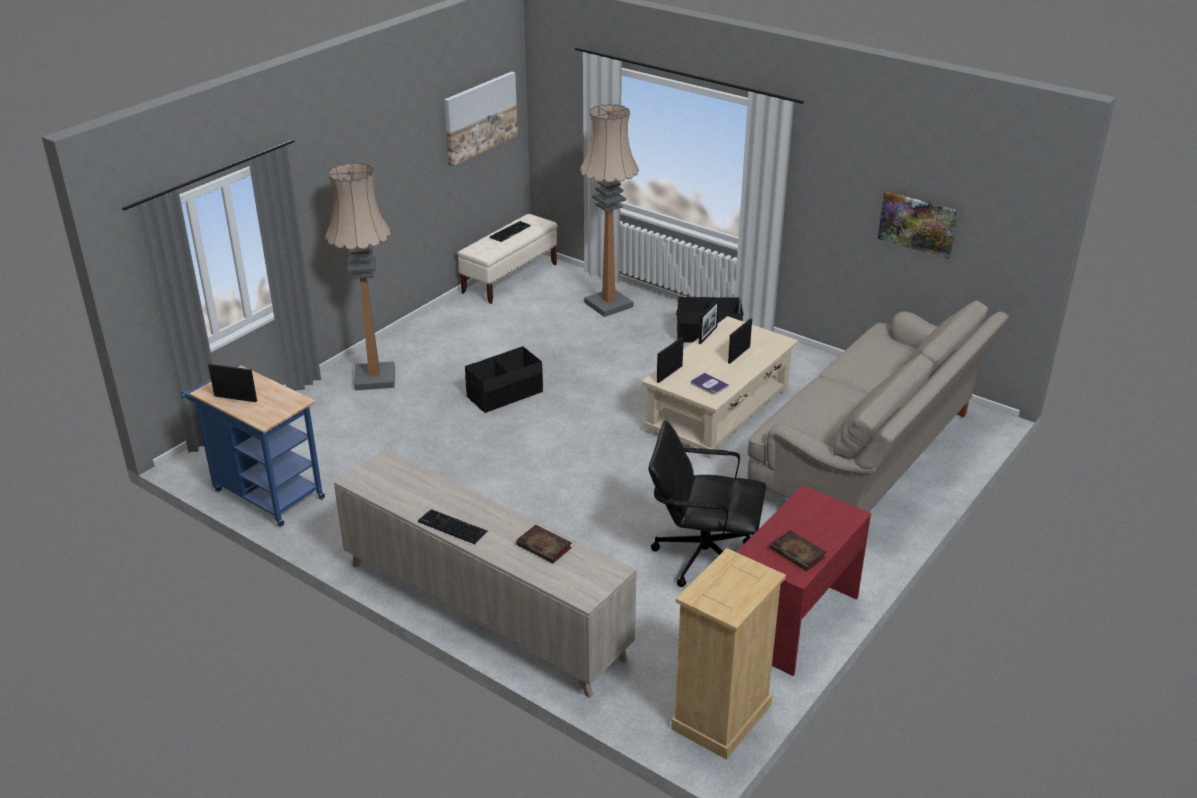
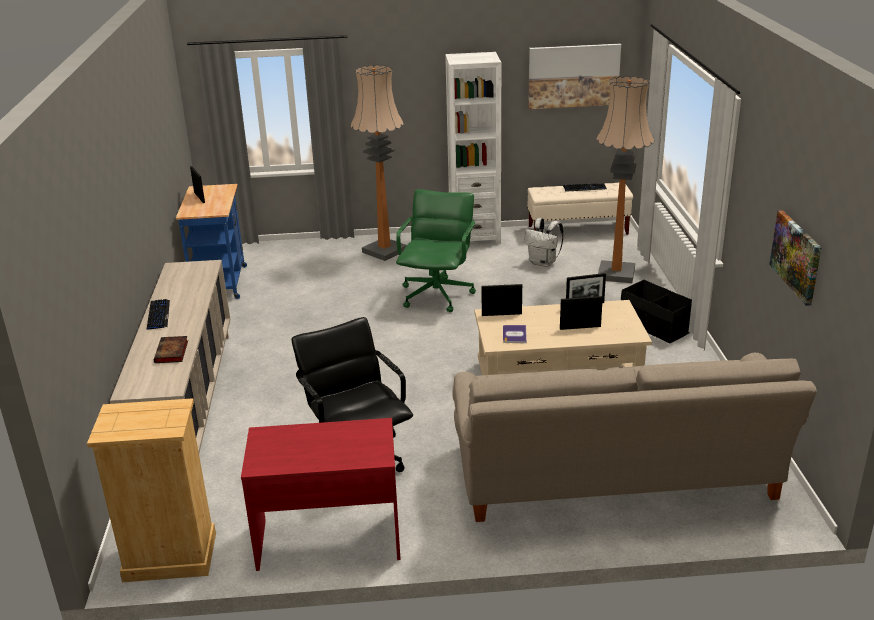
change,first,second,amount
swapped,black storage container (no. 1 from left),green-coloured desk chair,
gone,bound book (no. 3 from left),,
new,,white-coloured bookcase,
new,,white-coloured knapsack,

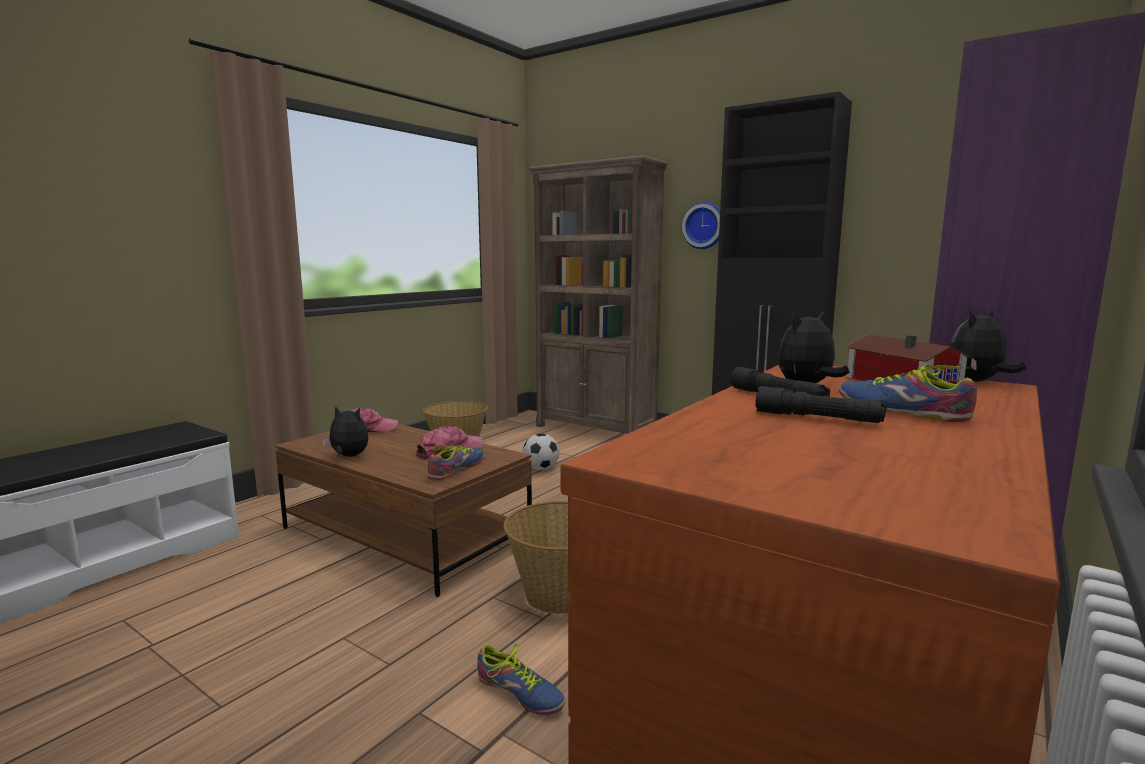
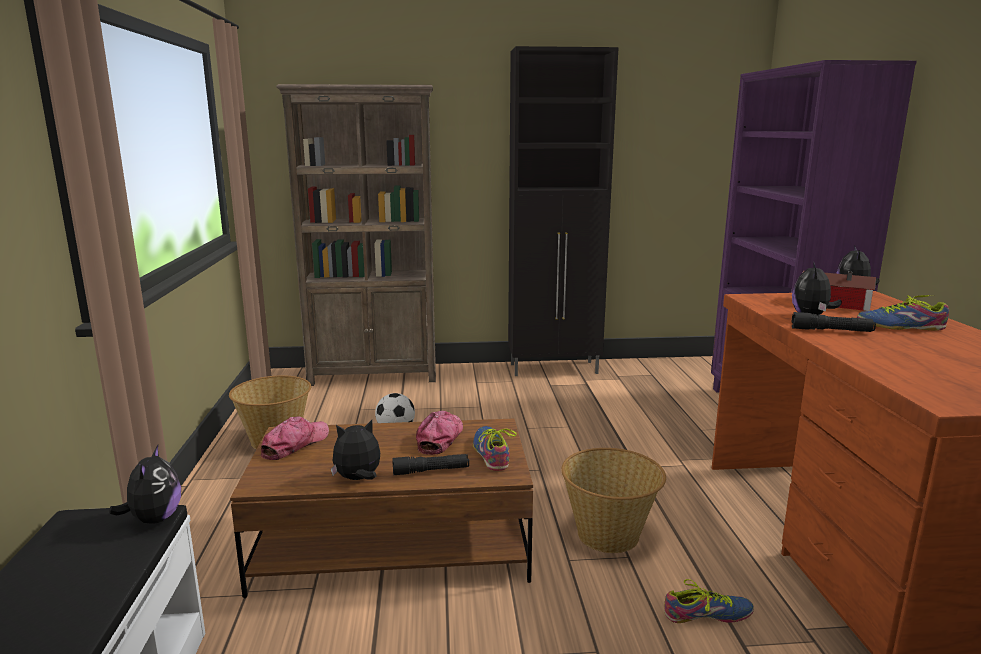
change,first,second,amount
gone,wall clock,,
shifted,black flashlight (no. 2 from left in the first image),black flashlight (no. 1 from left),
new,,cuddly toy (no. 1 from left),

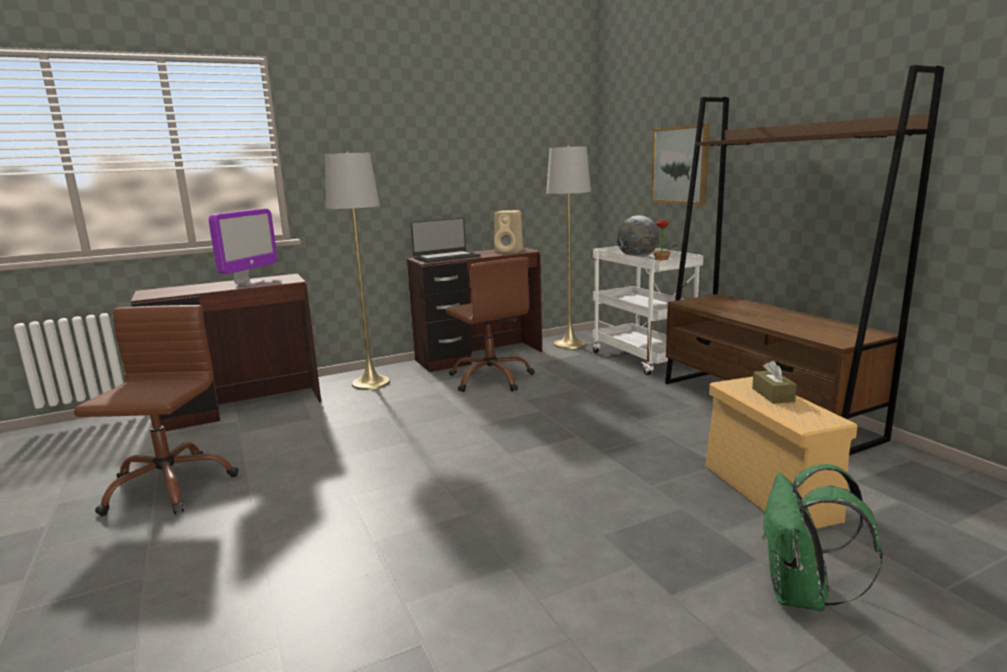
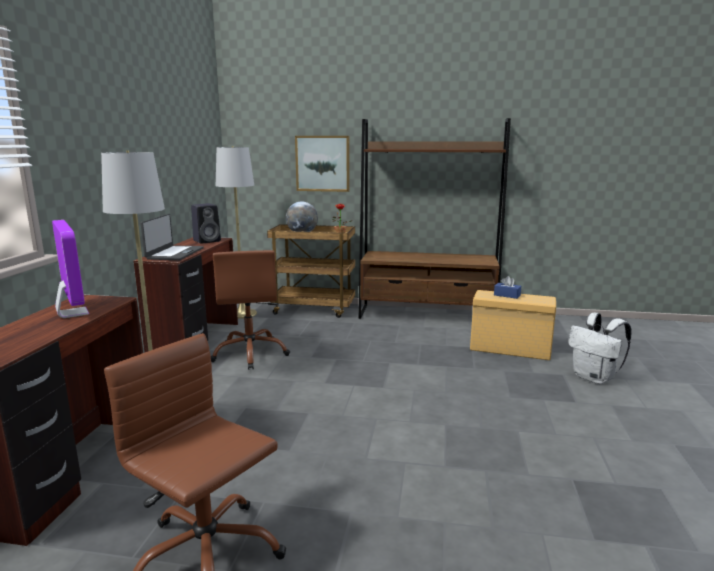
change,first,second,amount
rotated,brown-coloured desk chair (no. 2 from left),,75 degrees clockwise
repainted,sand-coloured audio speaker,black audio speaker,
repainted,white-coloured cart,brown-coloured cart,
repainted,brown-coloured tissue holder,blue tissue holder,
repainted,green-coloured knapsack,white-coloured knapsack,

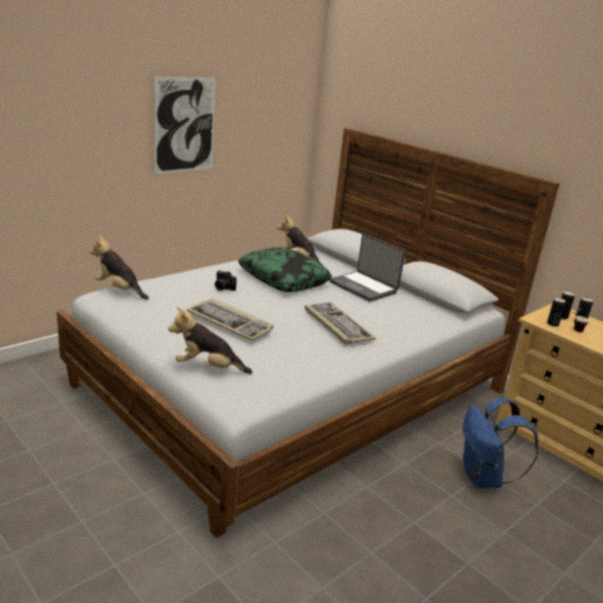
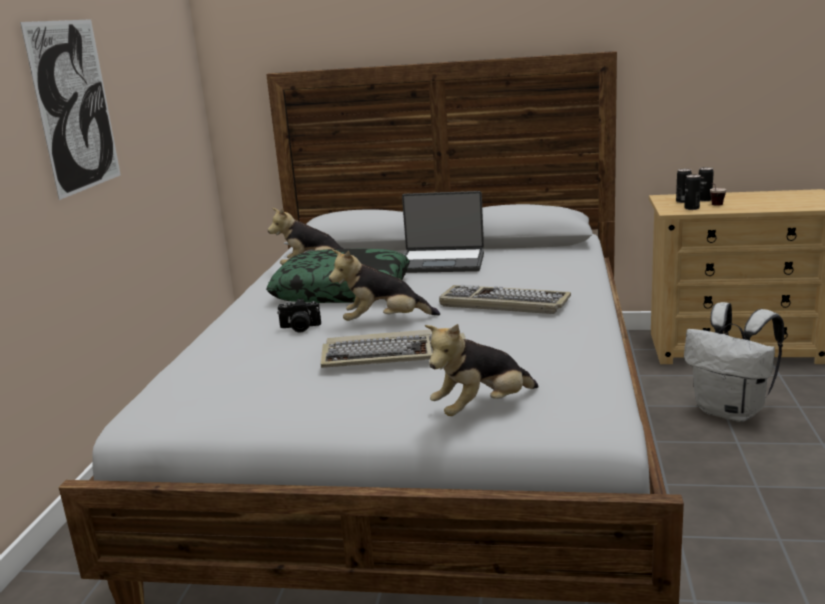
change,first,second,amount
shifted,cuddly toy (no. 1 from left in the first image),cuddly toy (no. 2 from left),
repainted,blue knapsack,white-coloured knapsack,

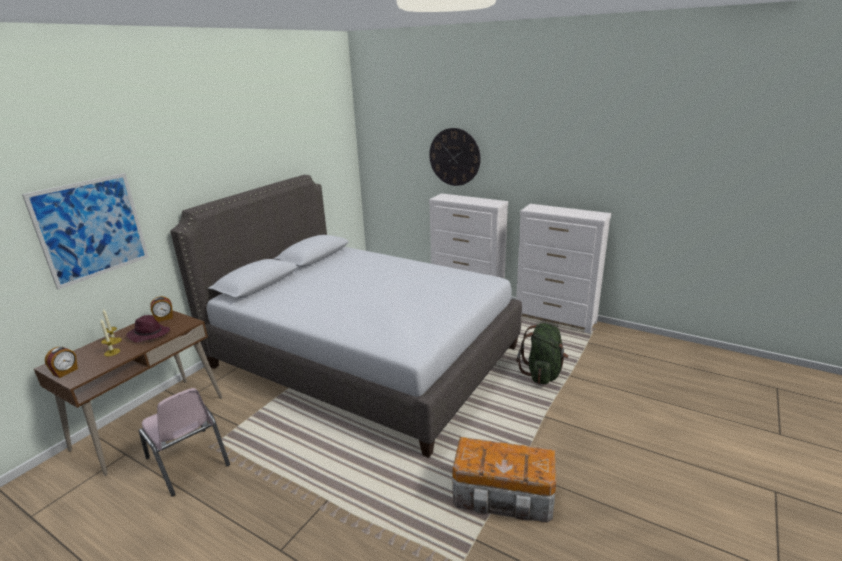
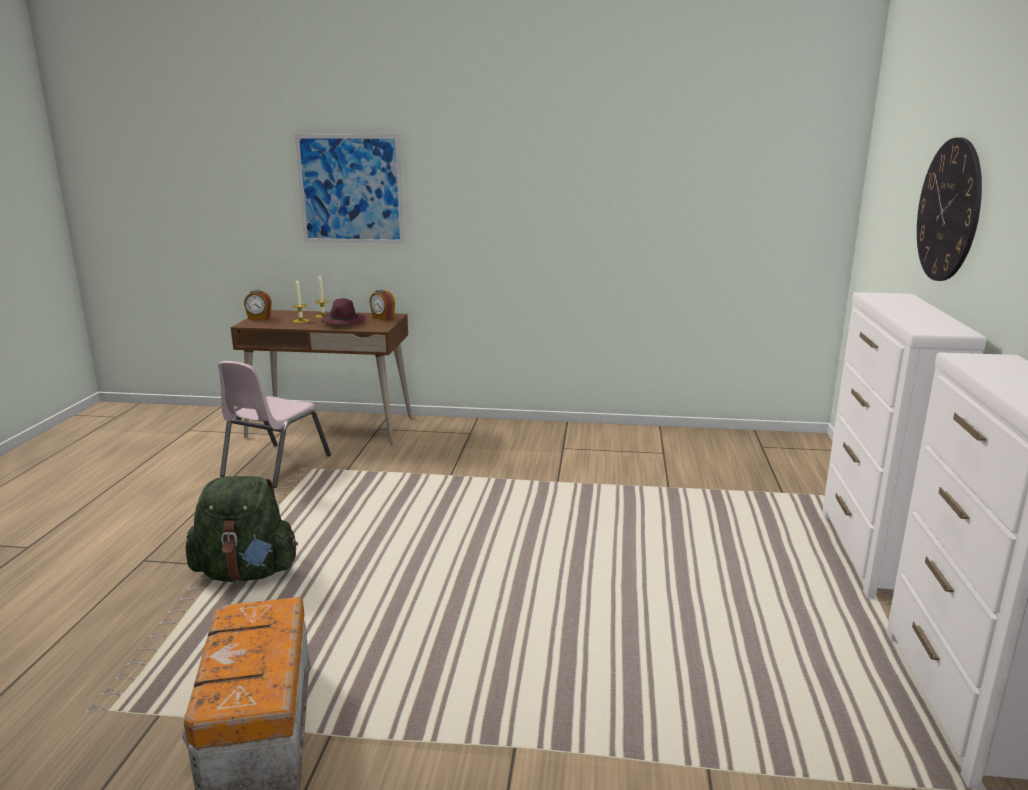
change,first,second,amount
gone,gray sleeping bed,,
shifted,green-coloured knapsack,,

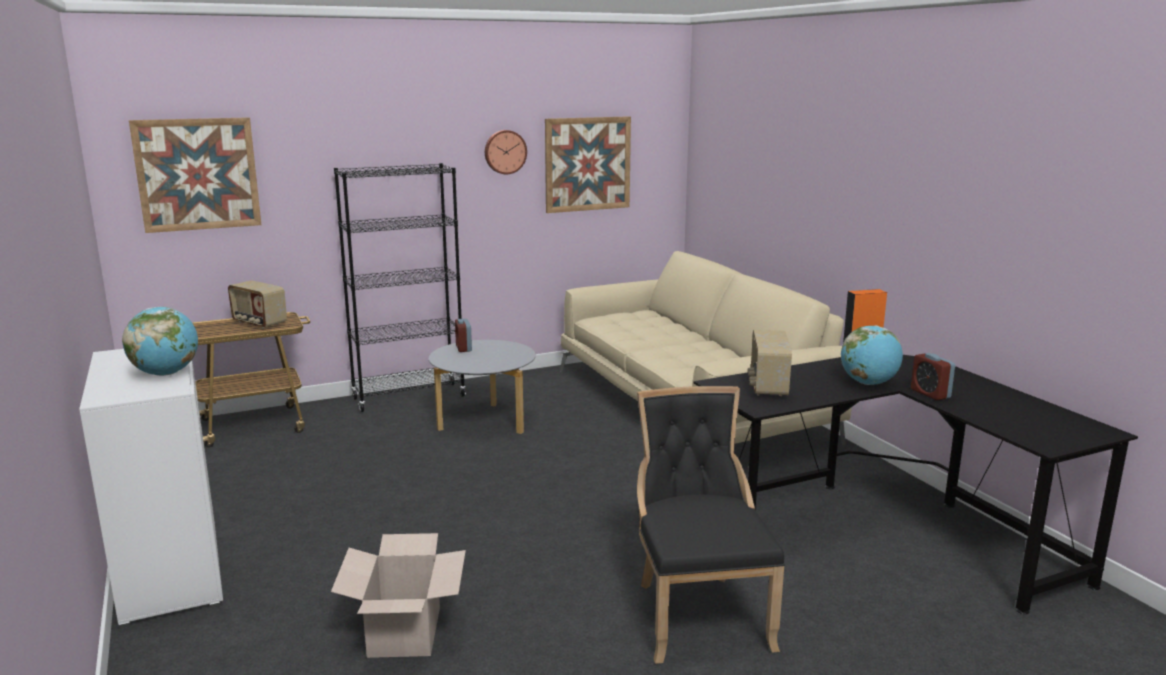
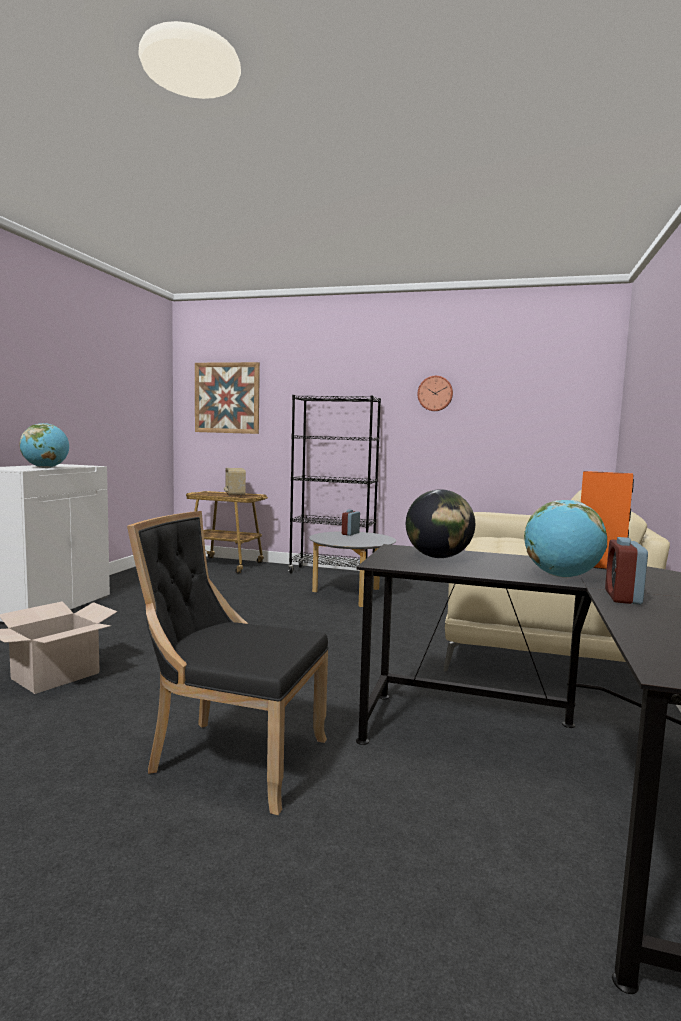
change,first,second,amount
gone,wall picture (no. 2 from left),,
rotated,black upright chair,,105 degrees counterclockwise
swapped,radio (no. 2 from left),desk globe (no. 2 from left),

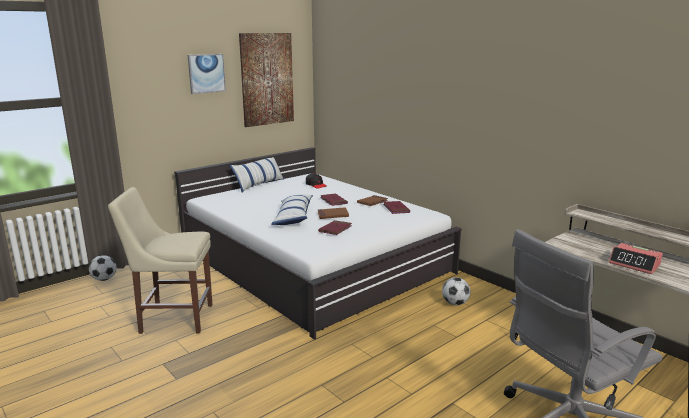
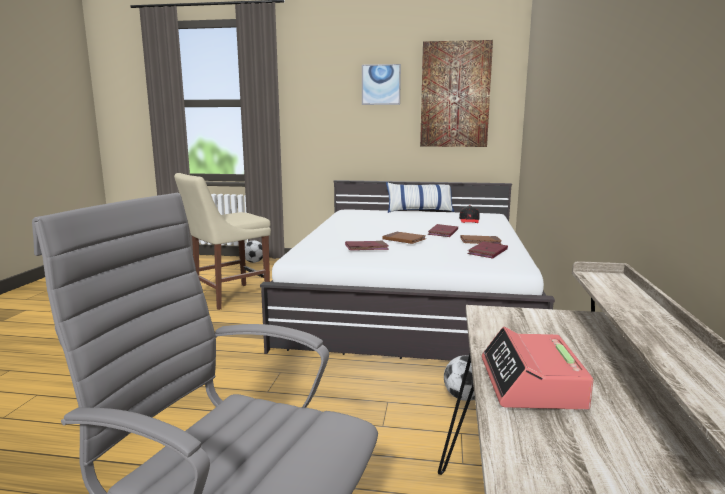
change,first,second,amount
rotated,sand-coloured upright chair,,90 degrees counterclockwise
gone,cushion (no. 2 from left),,

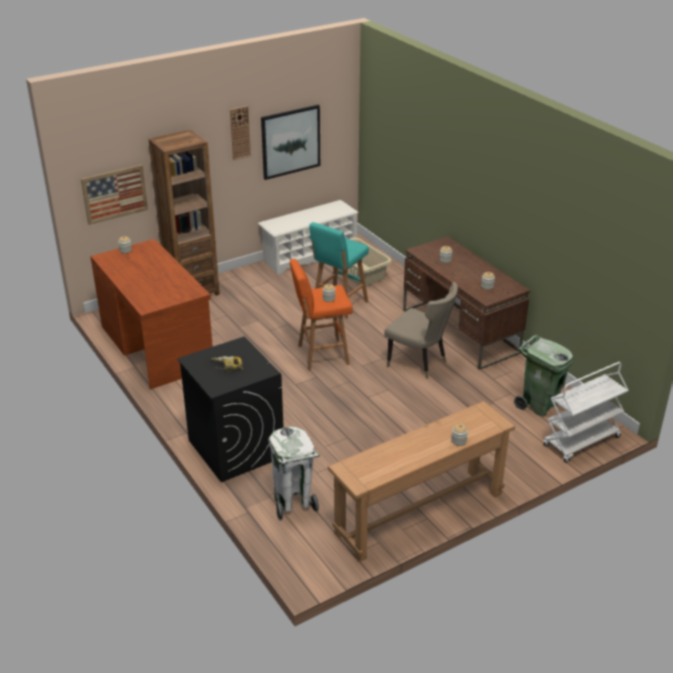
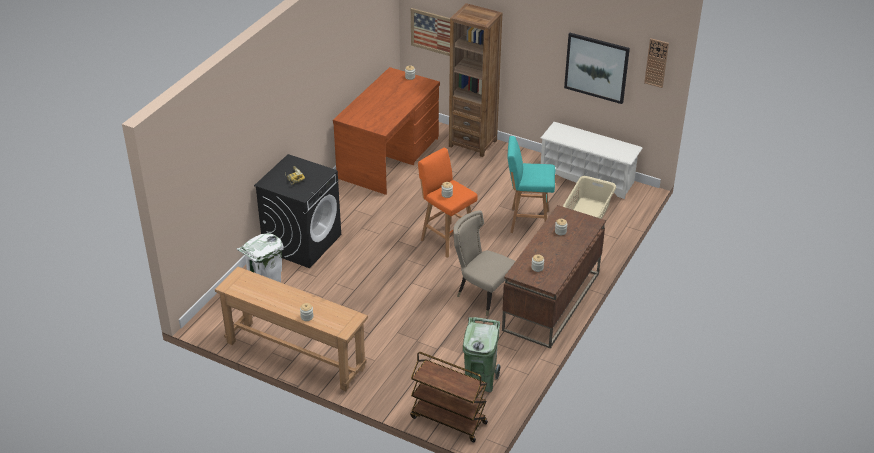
change,first,second,amount
shifted,wall clock,,
rotated,sand-coloured upright chair,,120 degrees clockwise
repainted,white-coloured cart,brown-coloured cart,

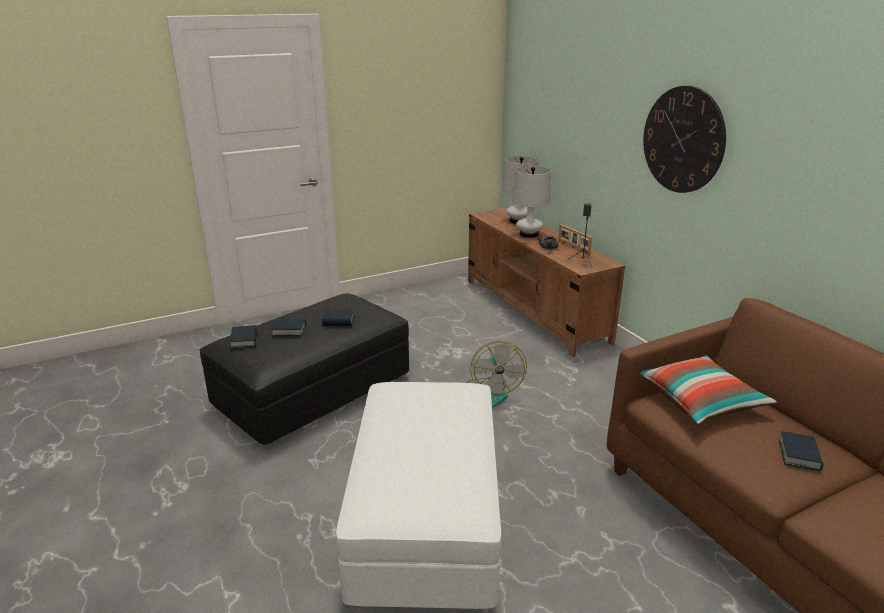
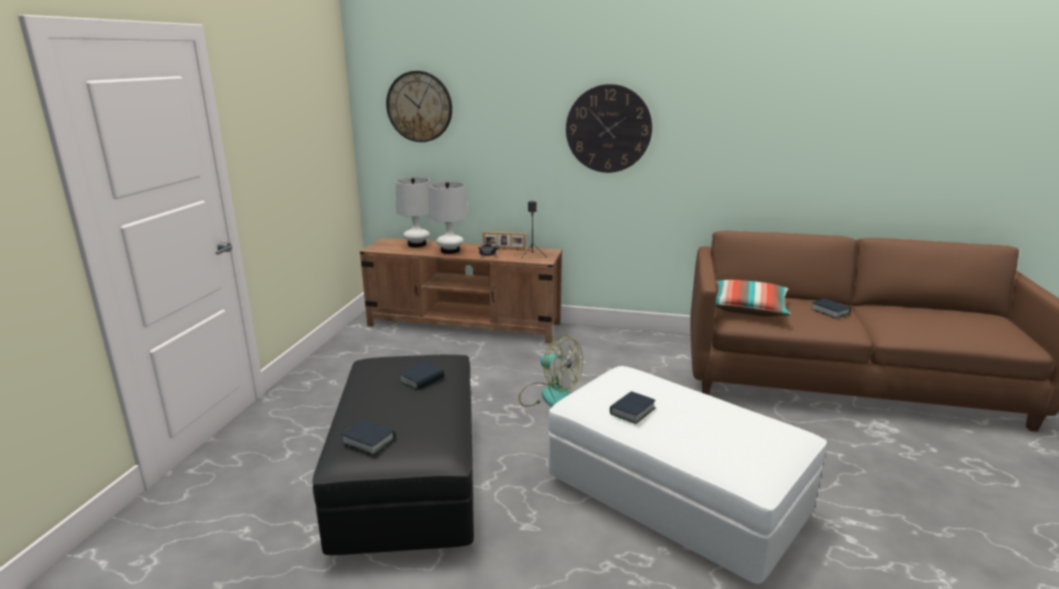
change,first,second,amount
shifted,bound book (no. 2 from left in the first image),bound book (no. 3 from left),
new,,wall clock (no. 1 from left),

